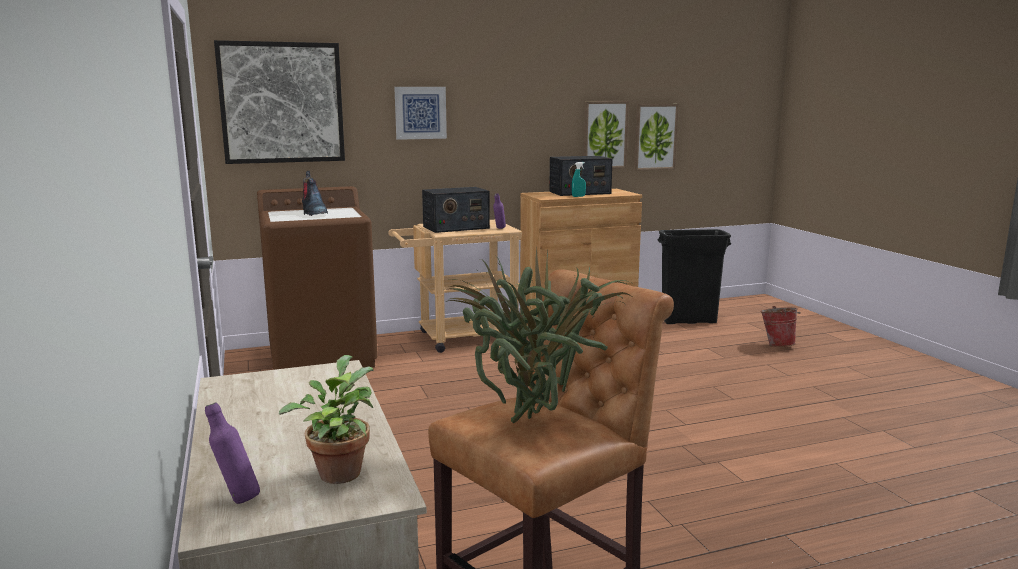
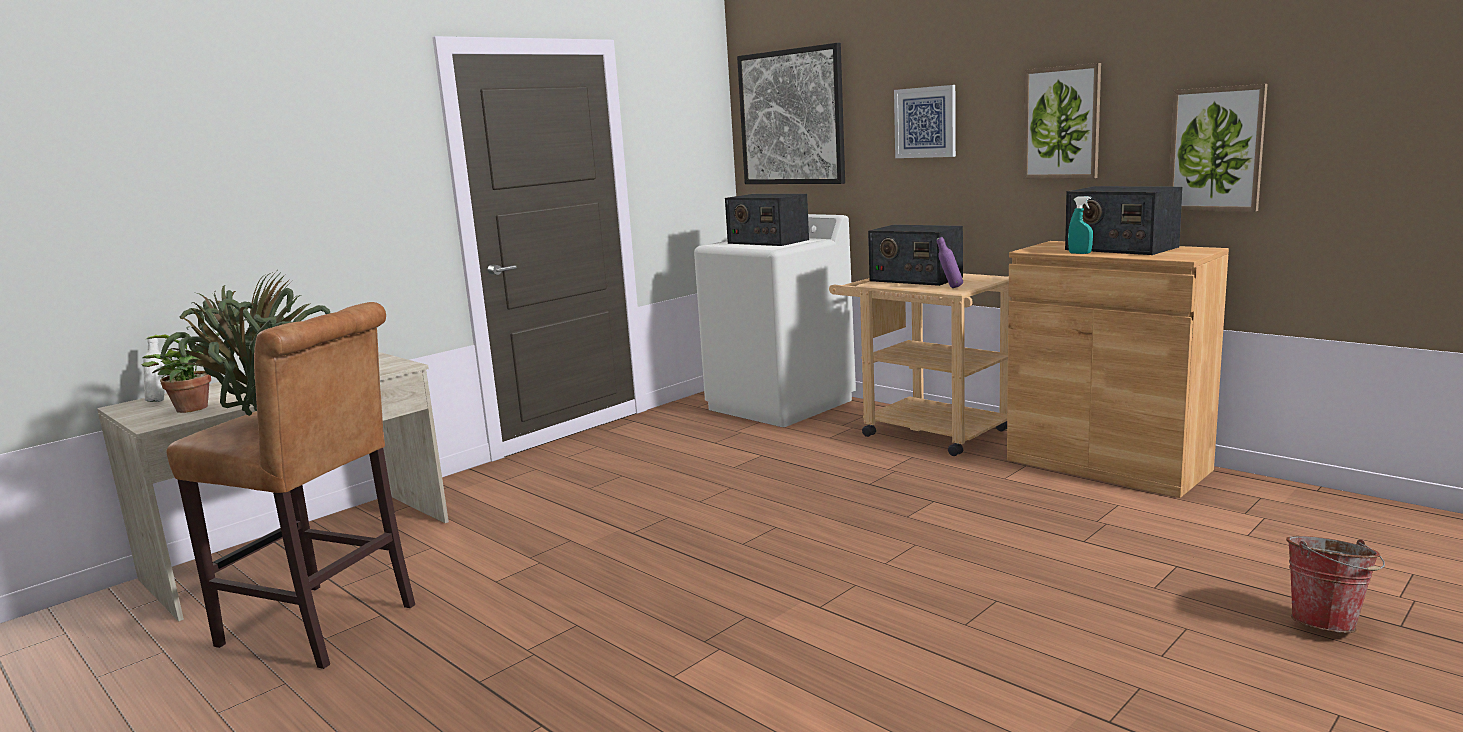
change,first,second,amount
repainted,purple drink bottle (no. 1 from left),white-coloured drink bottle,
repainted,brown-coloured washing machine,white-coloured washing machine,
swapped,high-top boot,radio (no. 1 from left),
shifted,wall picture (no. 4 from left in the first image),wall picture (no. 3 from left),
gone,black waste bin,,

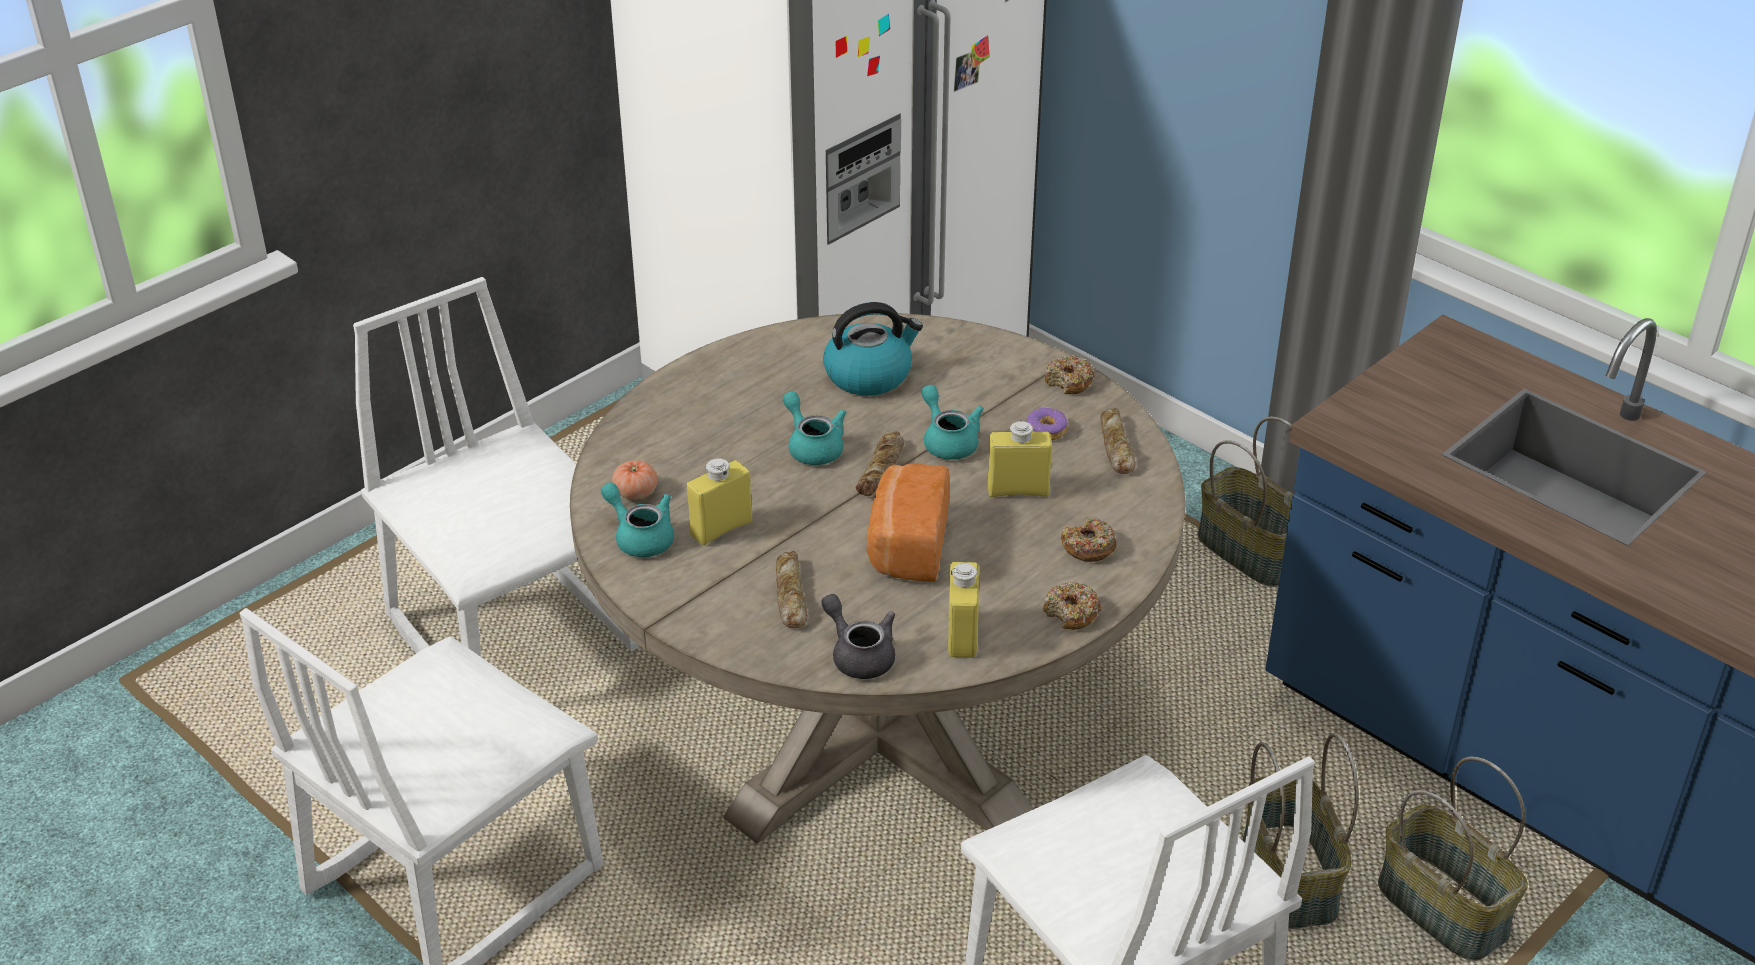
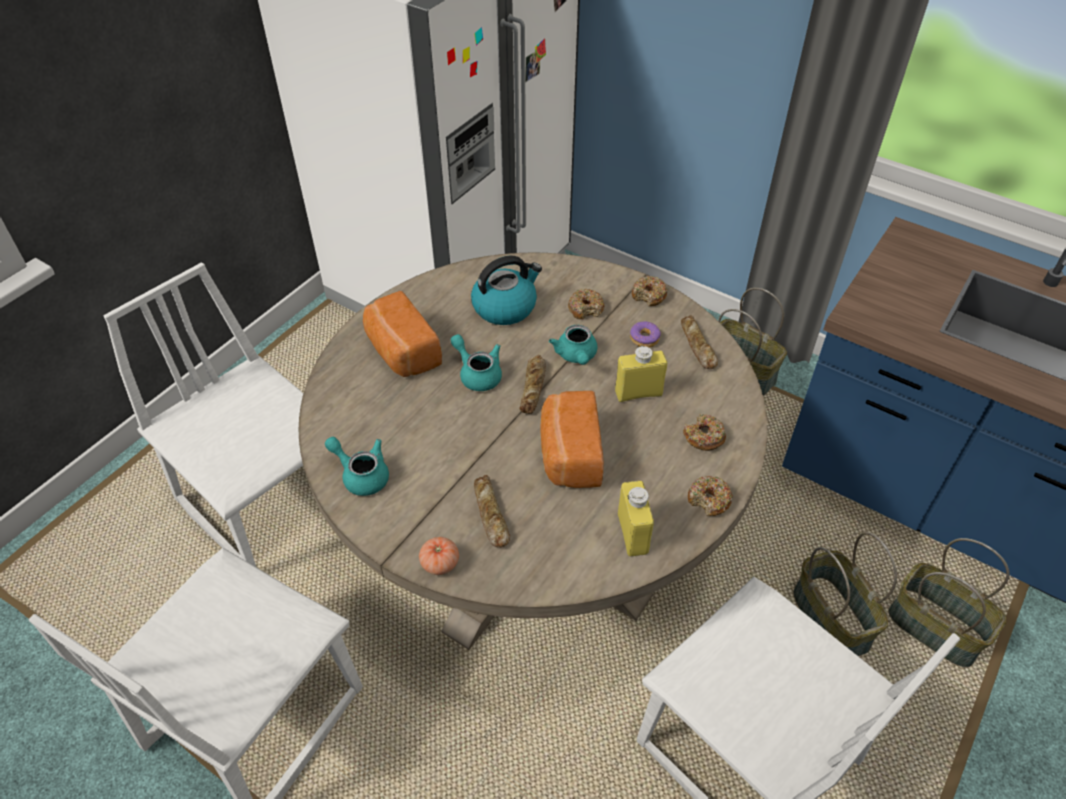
change,first,second,amount
shifted,fresh tomato,,
gone,yellow drink bottle (no. 1 from left),,
gone,gray teapot,,
rotated,turquoise-coloured teapot (no. 3 from left),,150 degrees counterclockwise
new,,bread (no. 1 from left),
new,,ring doughnut (no. 1 from left),

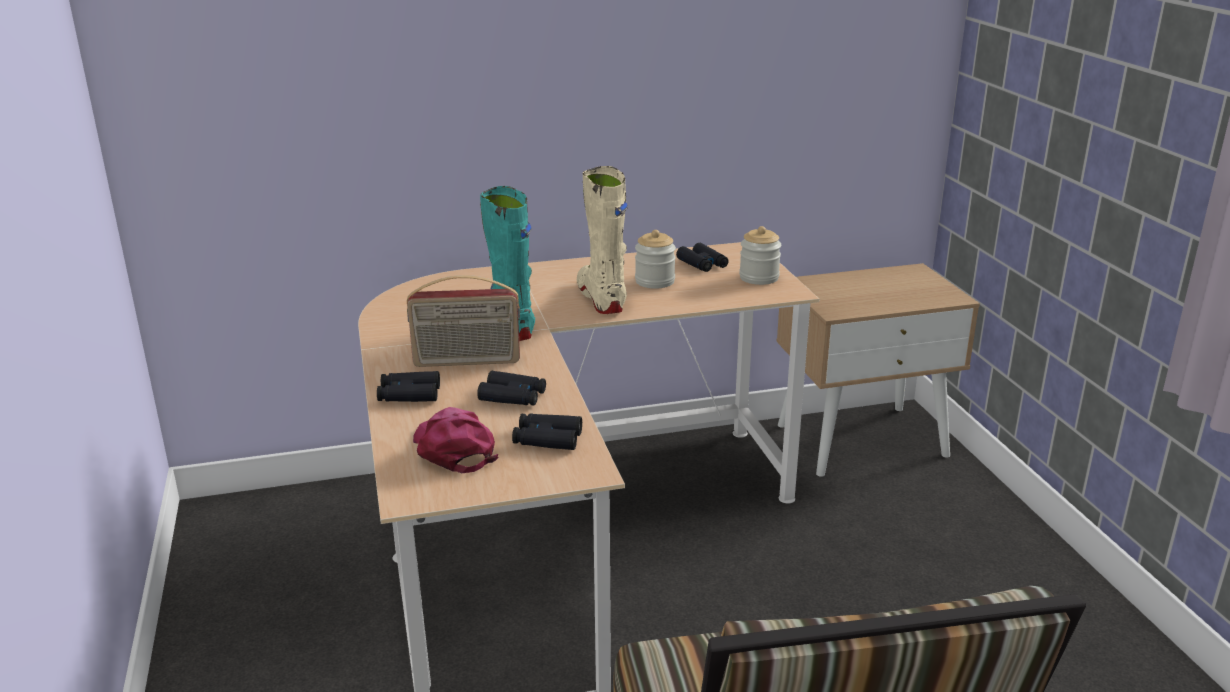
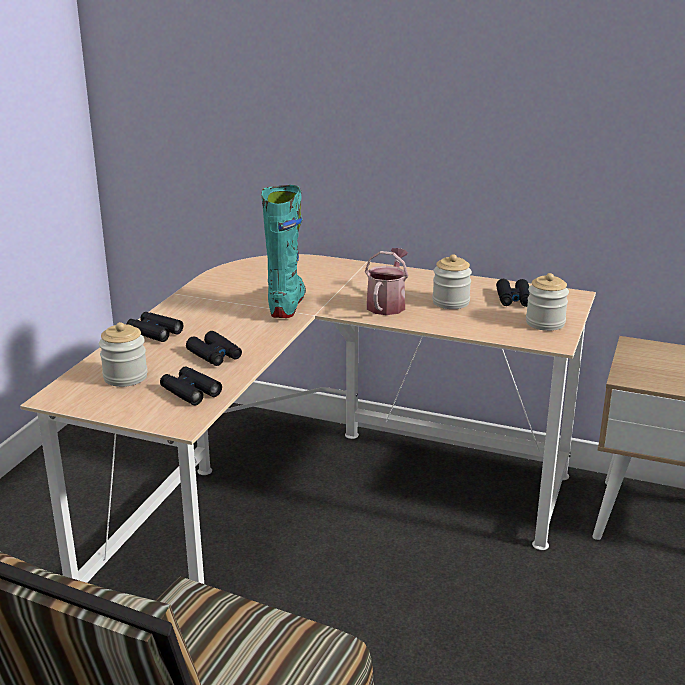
change,first,second,amount
gone,radio,,
swapped,pink-coloured peaked cap,preserve jar (no. 1 from left),
swapped,sand-coloured high-top boot,sprinkling can,

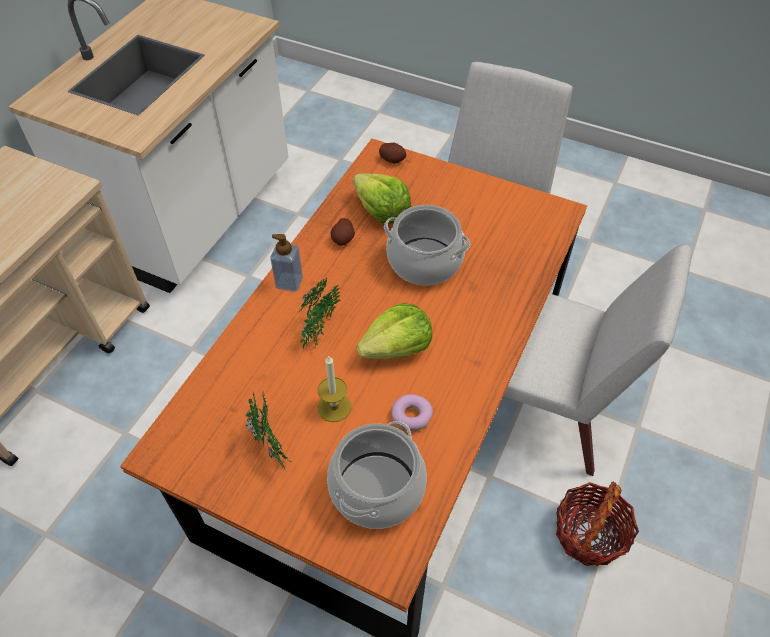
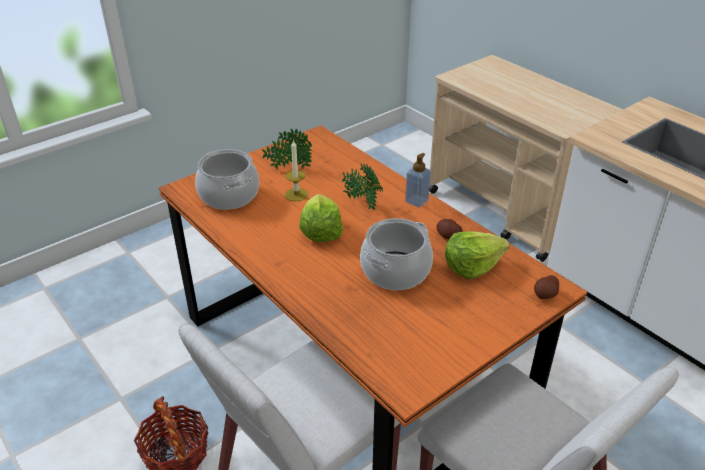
change,first,second,amount
gone,ring doughnut,,

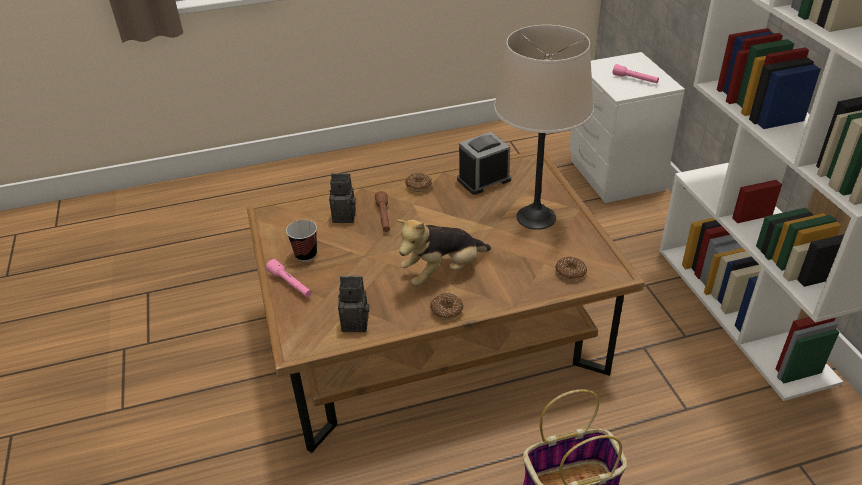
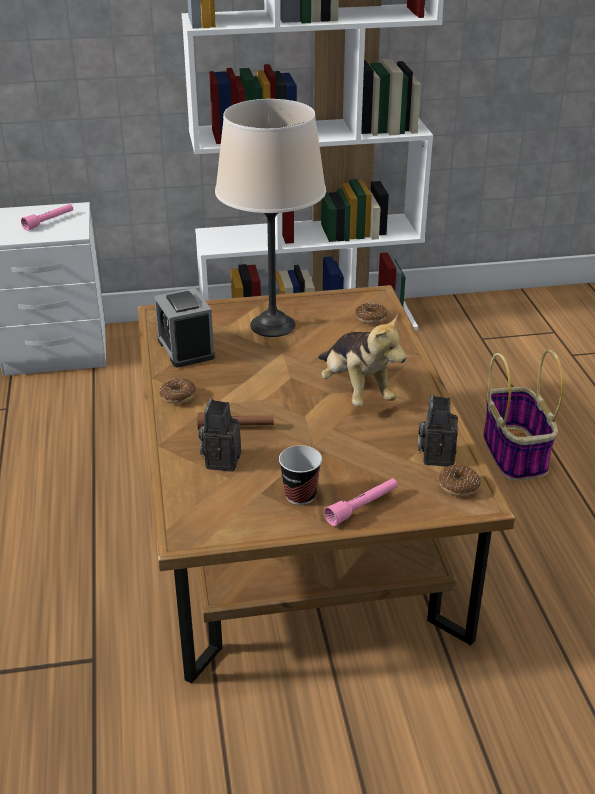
change,first,second,amount
shifted,ring doughnut (no. 2 from left in the first image),ring doughnut (no. 3 from left),

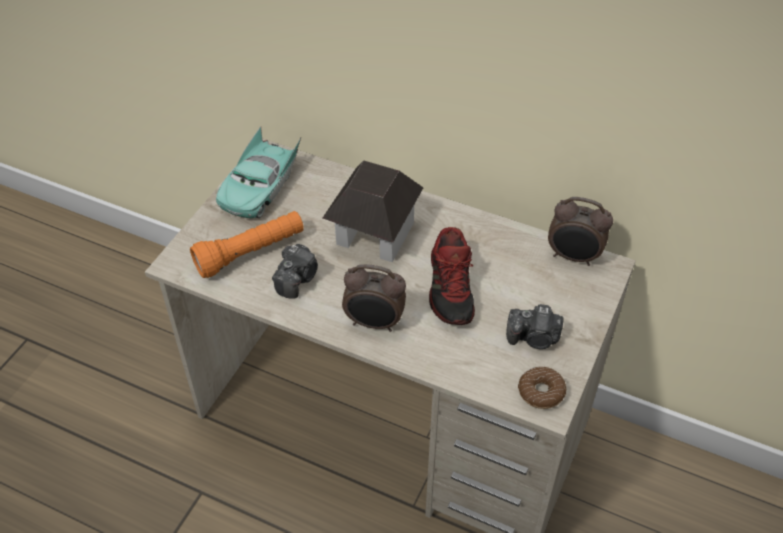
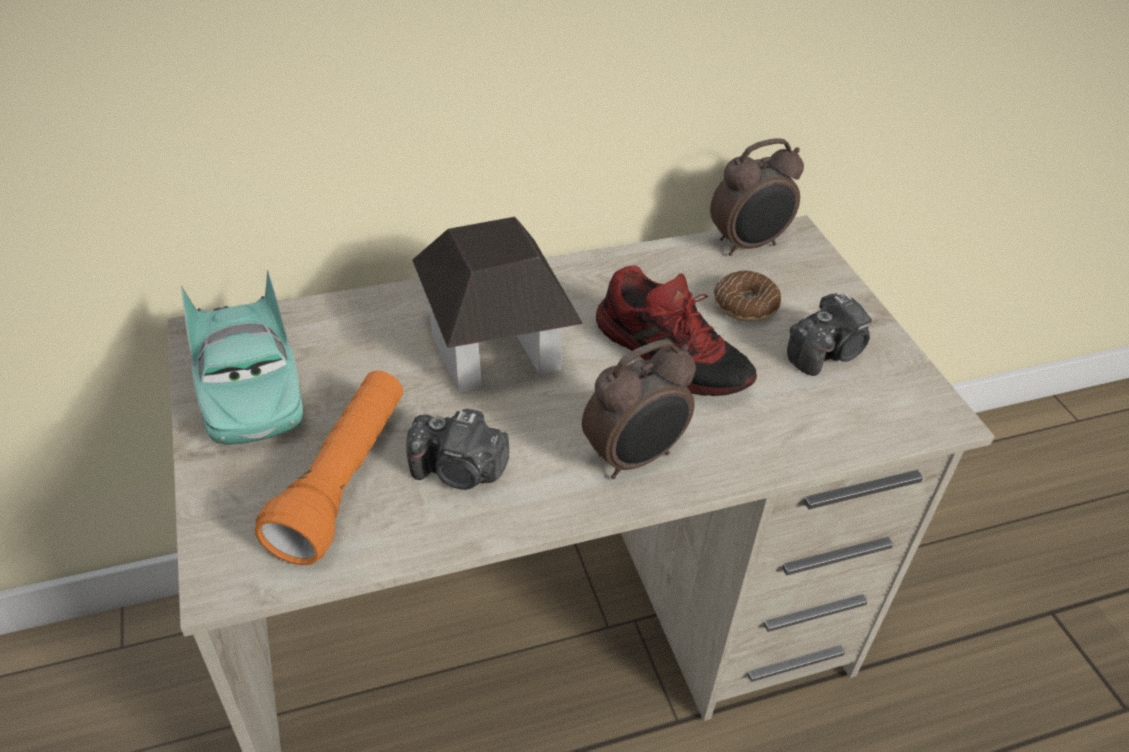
change,first,second,amount
rotated,still camera (no. 1 from left),,120 degrees clockwise
shifted,ring doughnut,,

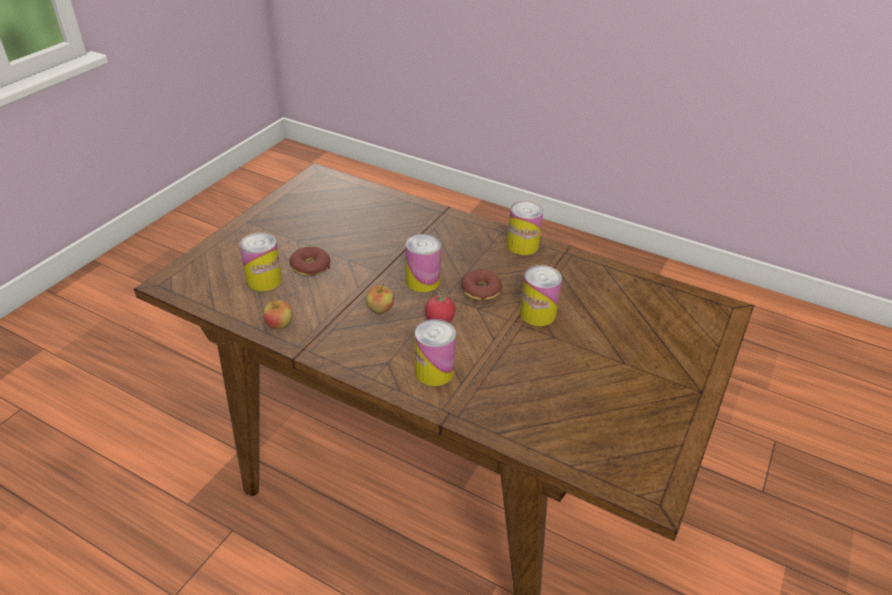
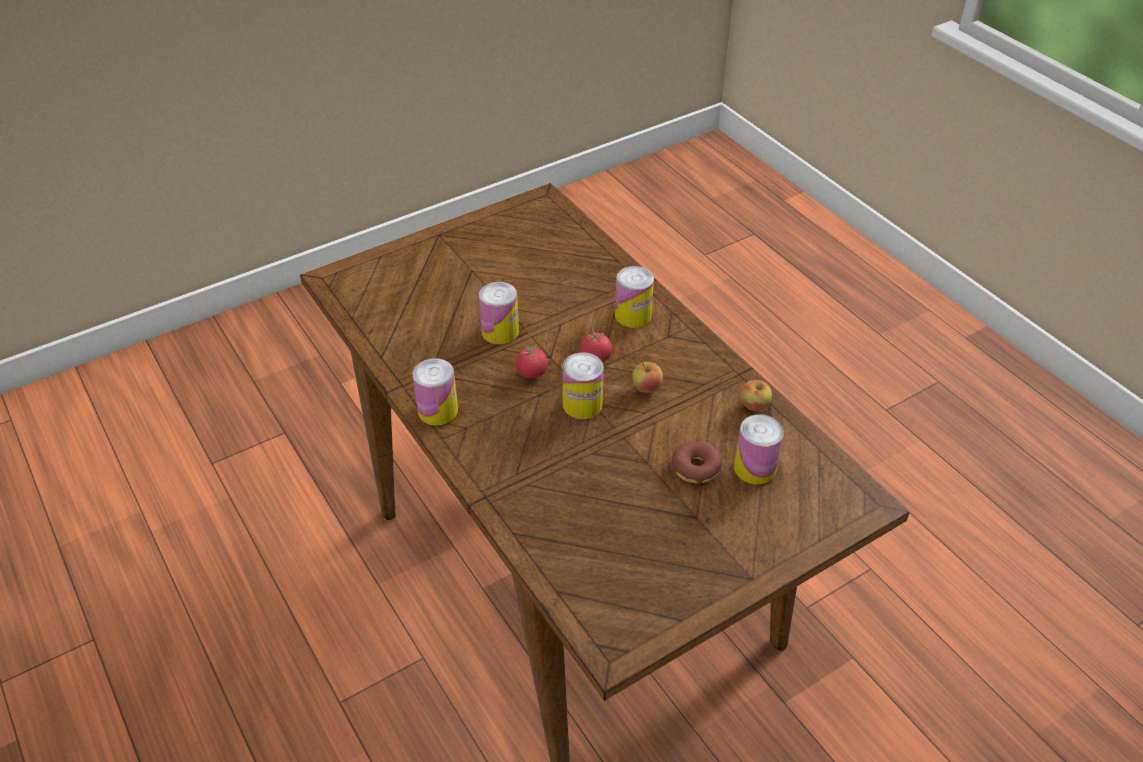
change,first,second,amount
swapped,ring doughnut (no. 2 from left),fresh tomato (no. 1 from left),

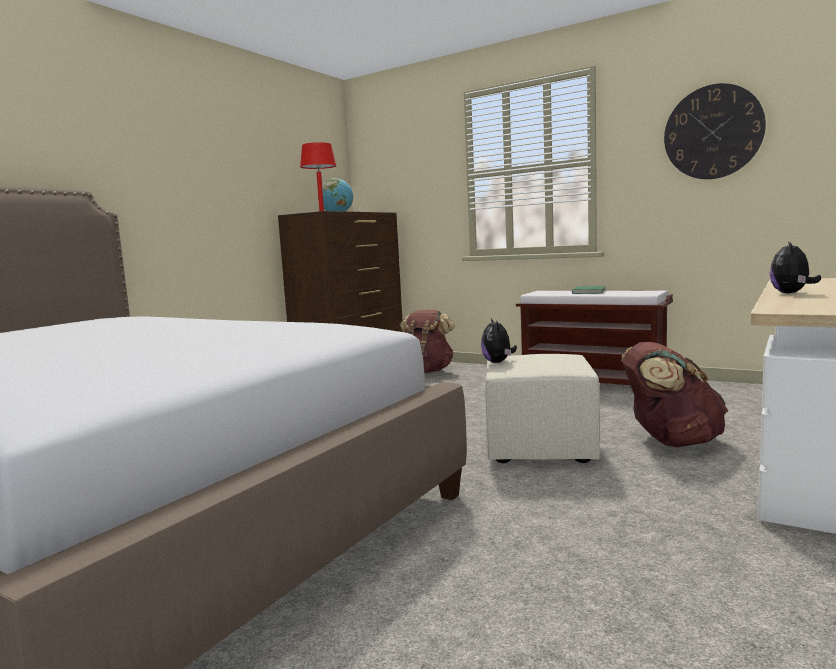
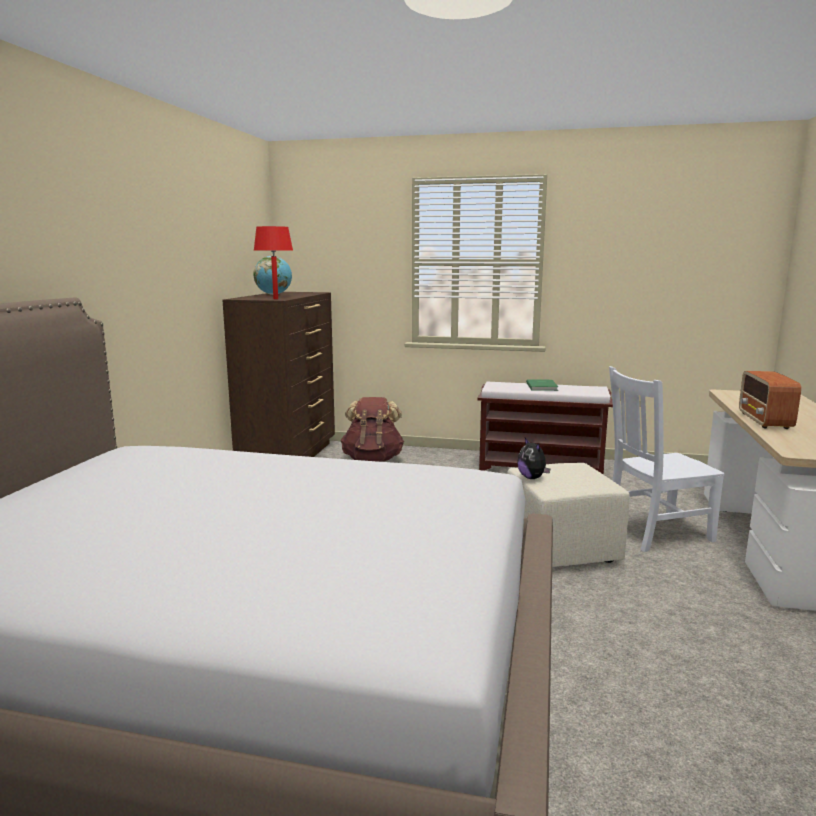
change,first,second,amount
swapped,brown-coloured knapsack (no. 2 from left),white-coloured upright chair,
gone,wall clock,,
swapped,cuddly toy (no. 2 from left),radio,

